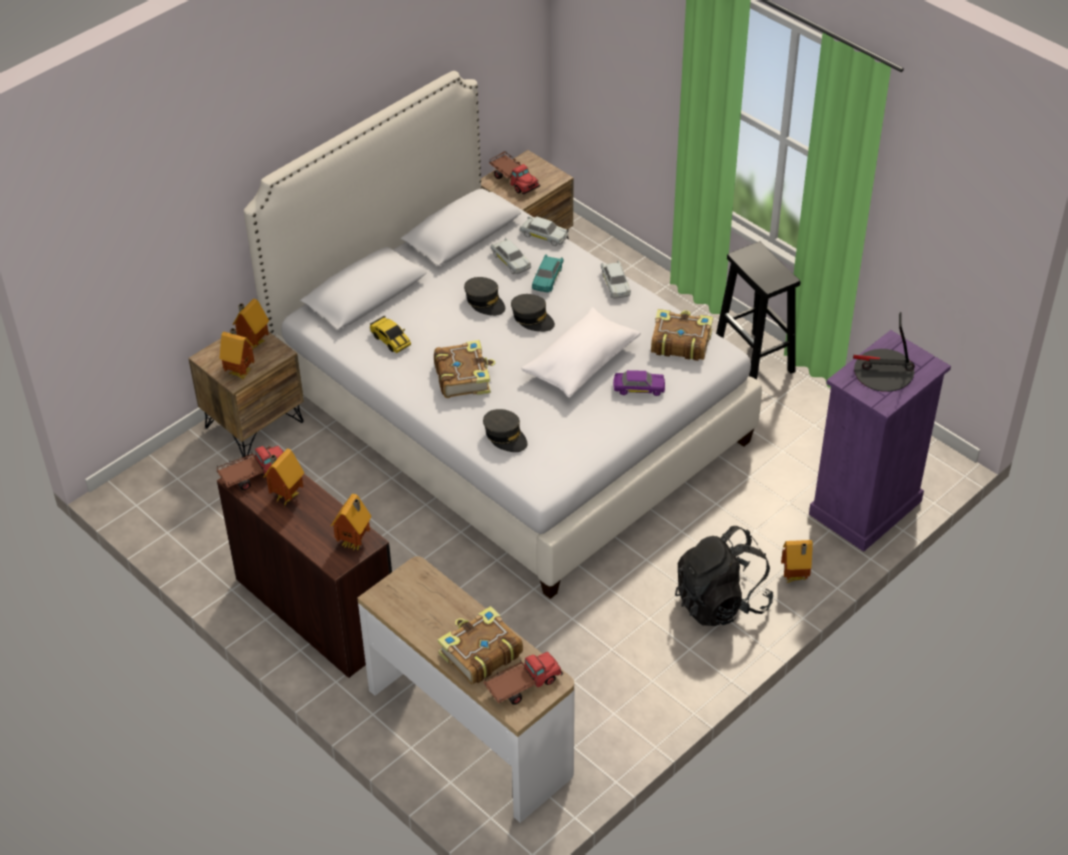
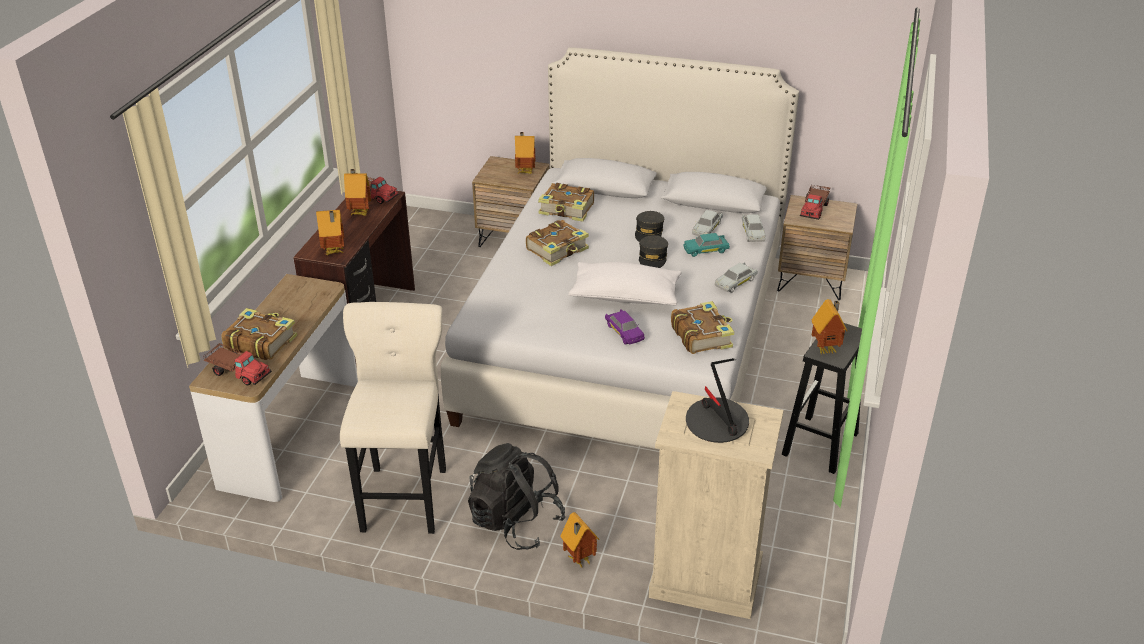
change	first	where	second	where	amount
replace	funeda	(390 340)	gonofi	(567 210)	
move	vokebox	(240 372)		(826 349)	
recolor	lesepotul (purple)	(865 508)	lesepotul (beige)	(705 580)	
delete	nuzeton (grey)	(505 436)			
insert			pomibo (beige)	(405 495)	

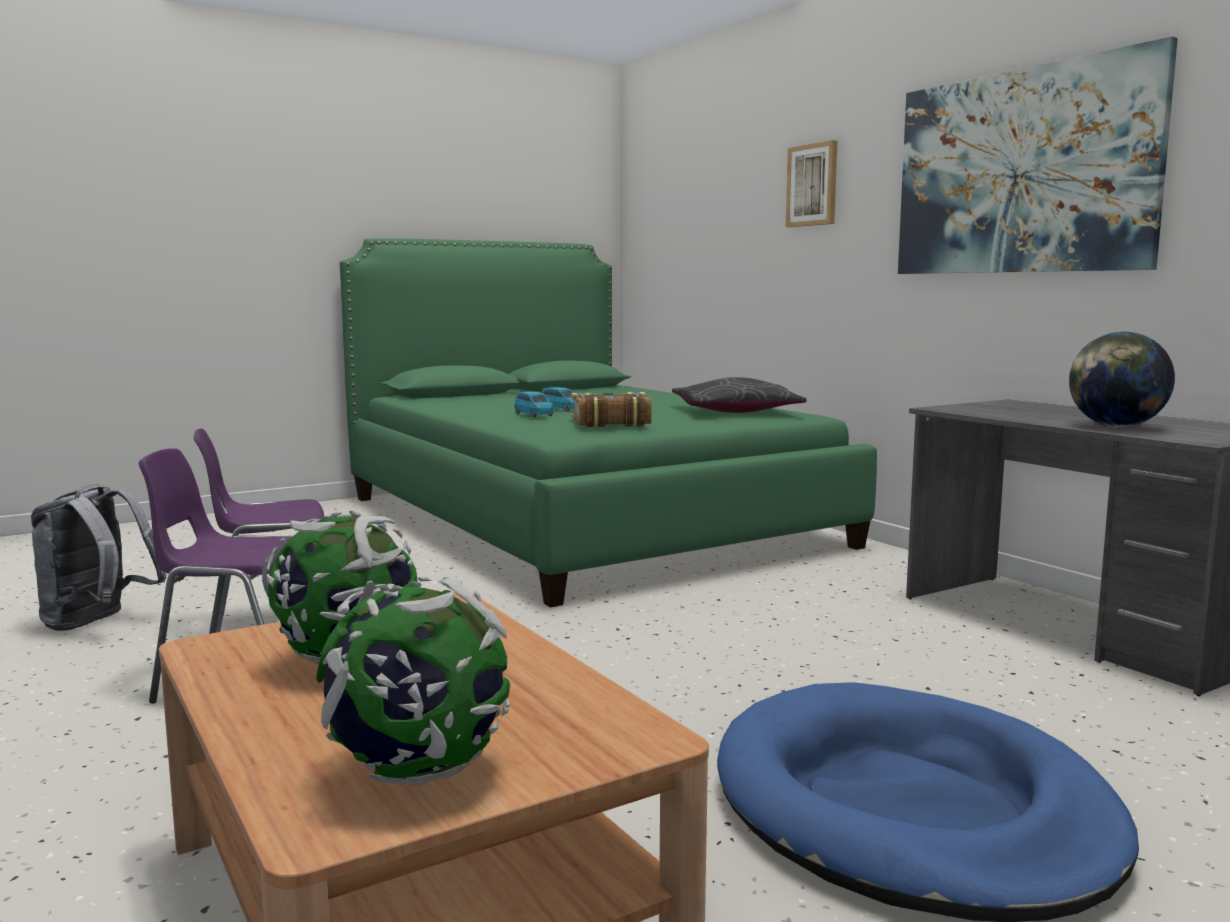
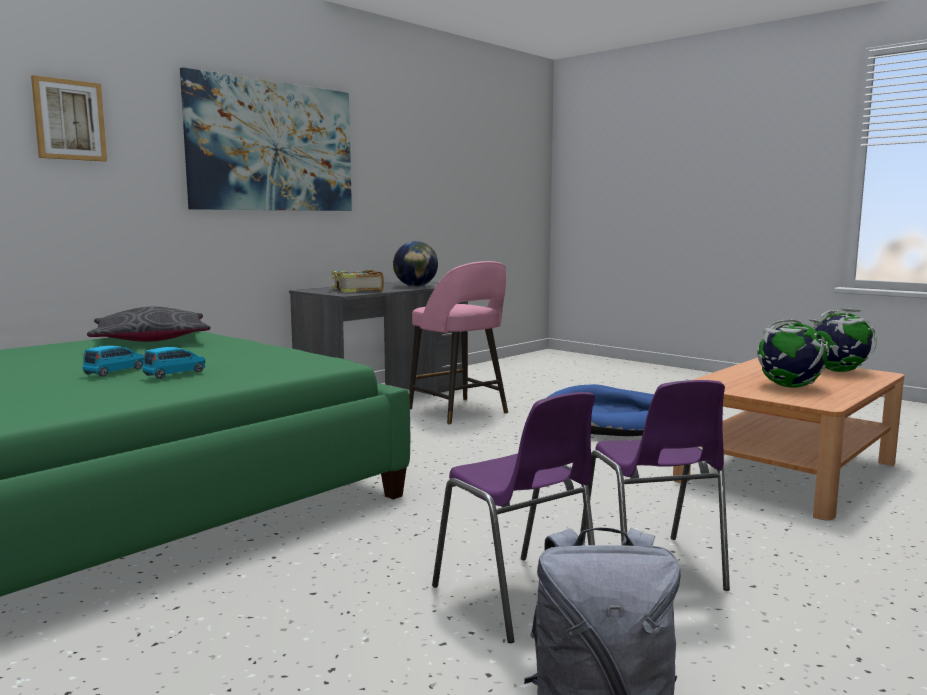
change	first	where	second	where	amount
move	gonofi	(610 422)		(356 290)	
insert			pomibo (pink)	(459 411)	

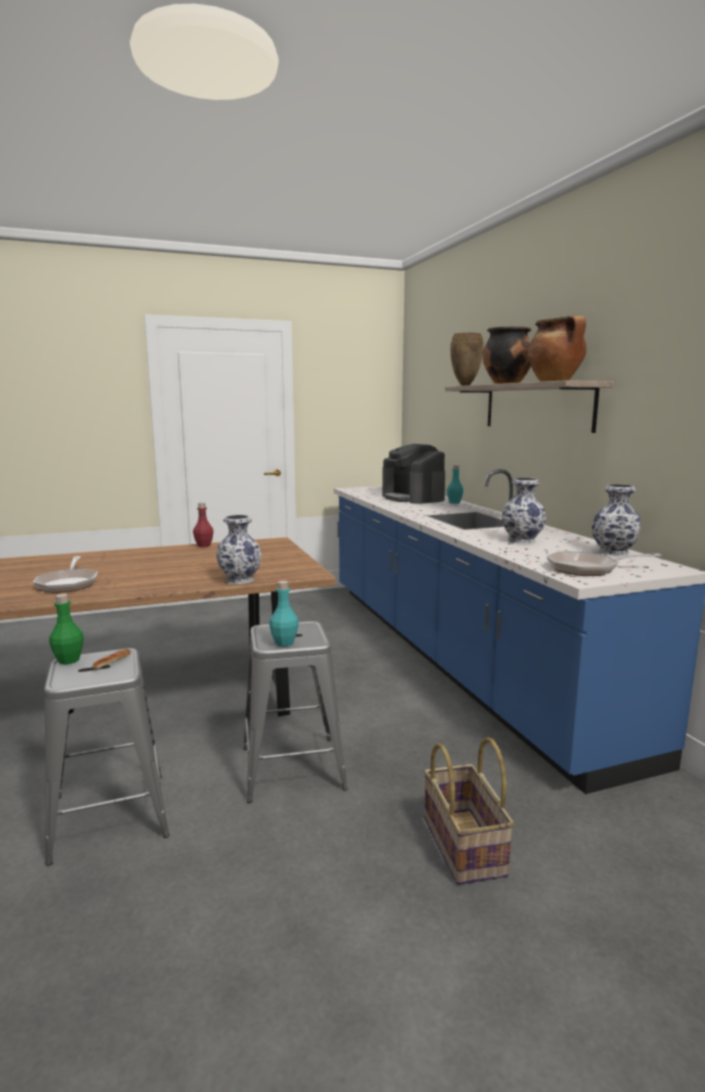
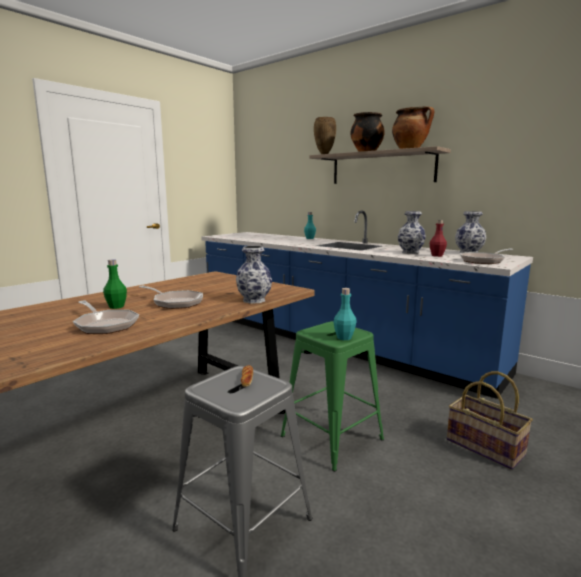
change	first	where	second	where	amount
delete	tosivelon	(413 498)			
move	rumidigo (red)	(204 546)		(437 255)	
move	rumidigo (green)	(69 660)		(116 307)	
recolor	pomibo (grey)	(292 768)	pomibo (green)	(331 437)	
insert			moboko	(175 302)	

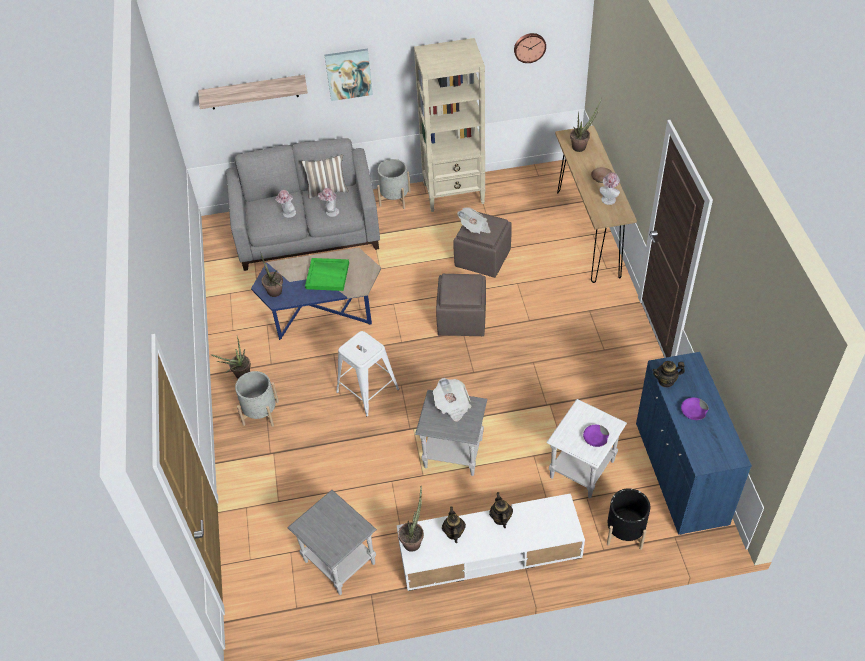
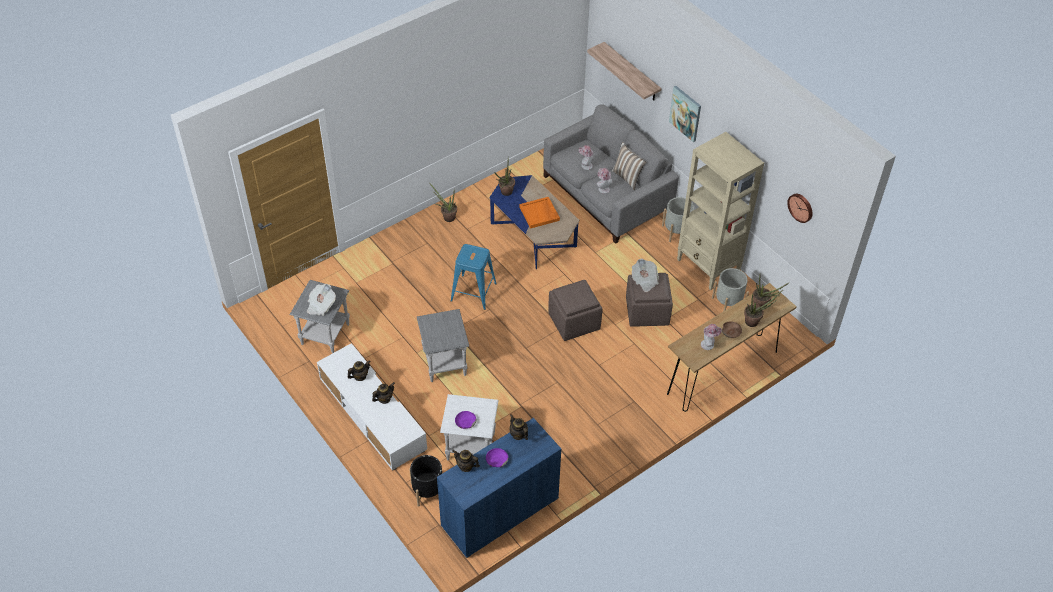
change	first	where	second	where	amount
recolor	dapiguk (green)	(328 275)	dapiguk (orange)	(539 214)	
recolor	pomibo (white)	(367 390)	pomibo (blue)	(473 292)	
move	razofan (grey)	(261 413)		(728 303)	
move	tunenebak	(452 405)		(321 305)	
move	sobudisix	(413 540)		(754 322)	
insert			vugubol	(466 466)	

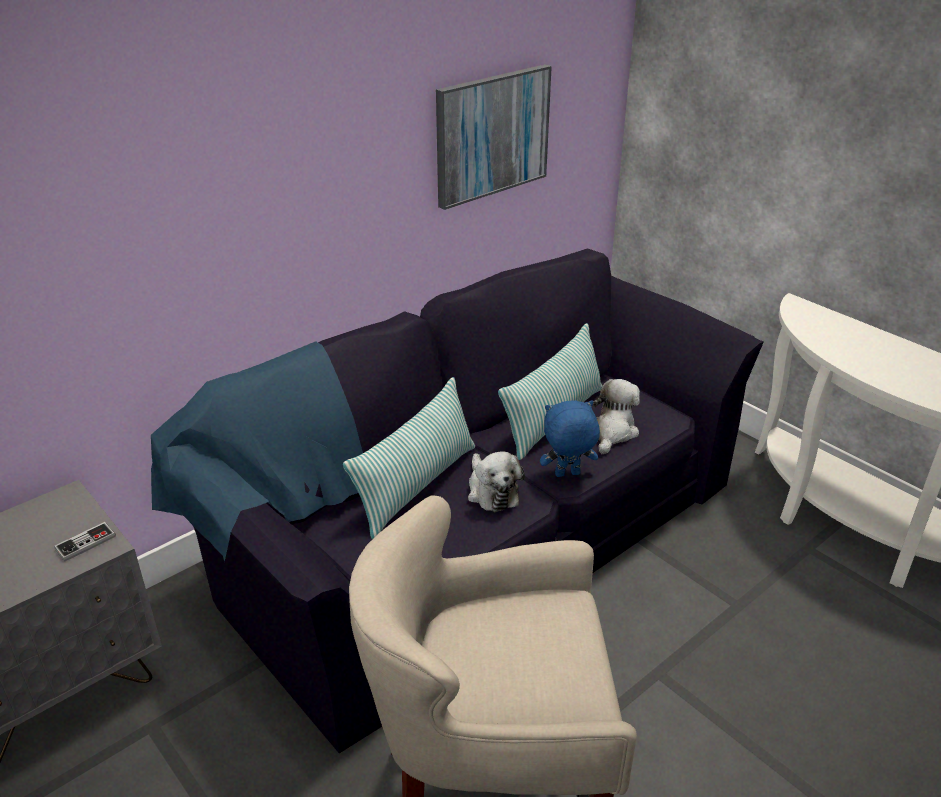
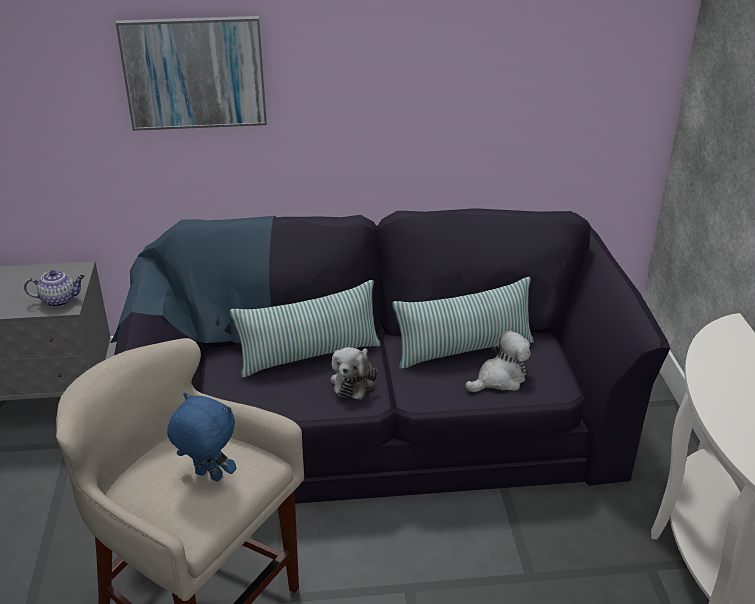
change	first	where	second	where	amount
move	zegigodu	(492 135)		(194 73)	
move	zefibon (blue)	(567 475)		(207 476)	
replace	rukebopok	(85 543)	vugubol	(59 300)	

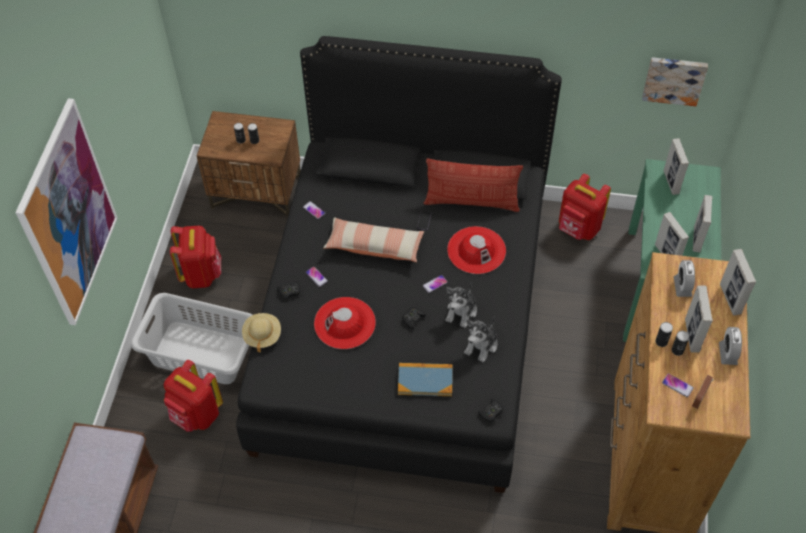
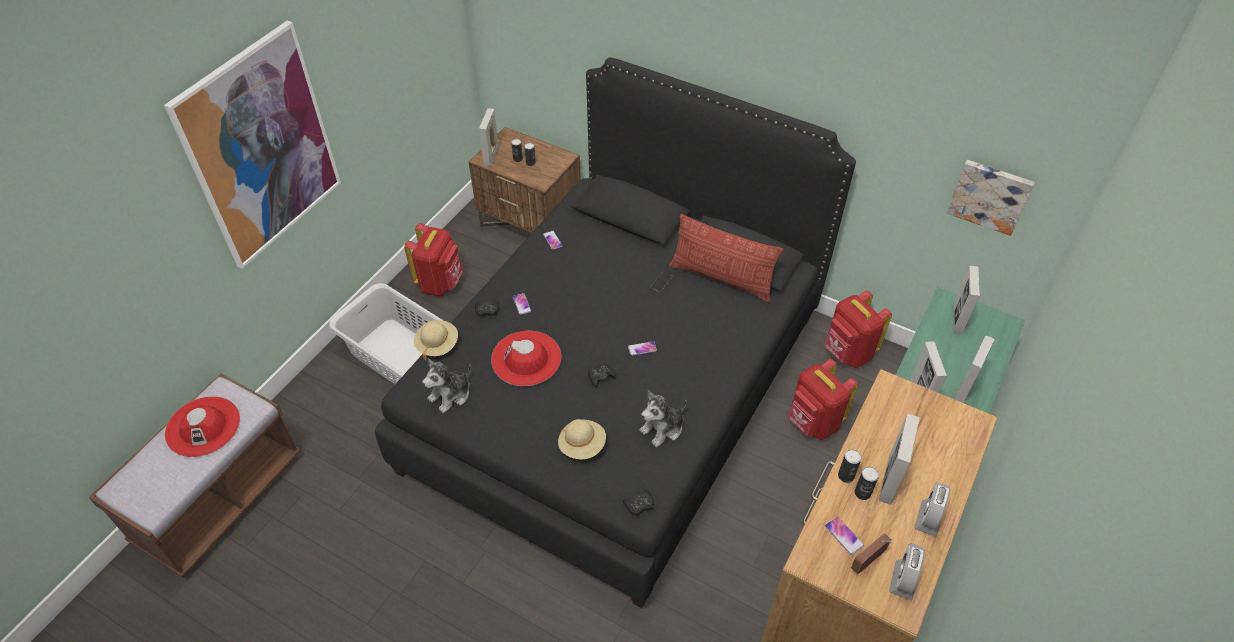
change	first	where	second	where	amount
delete	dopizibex	(374 246)			
move	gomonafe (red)	(476 250)		(203 426)	
move	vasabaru	(730 299)		(491 156)	
move	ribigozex	(682 287)		(903 580)	
move	zefibon	(461 311)		(451 395)	
move	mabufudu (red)	(196 415)		(813 423)	
replace	gonofi	(425 380)	gomonafe (beige)	(582 445)	

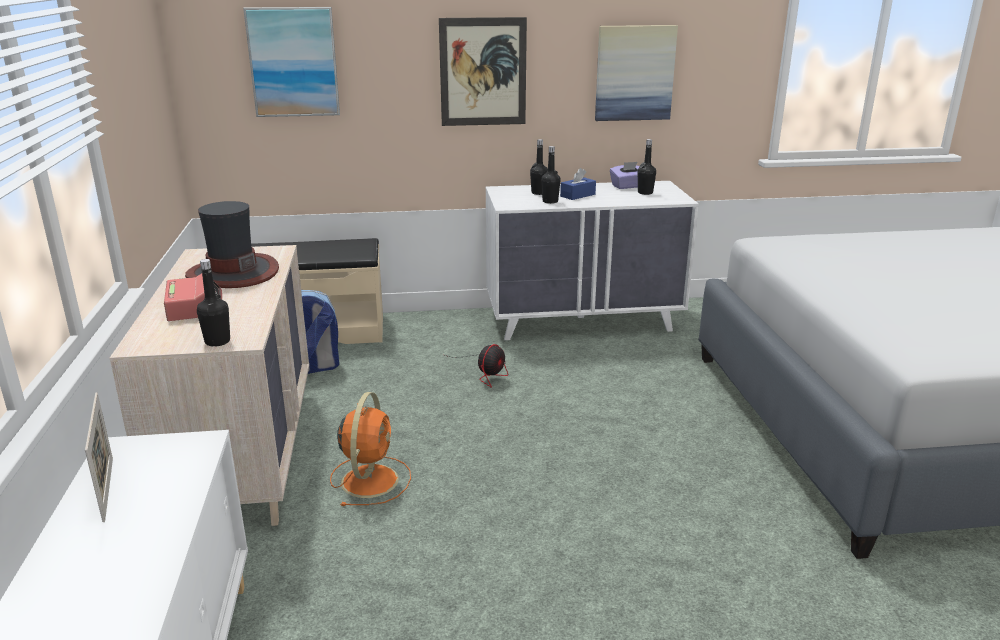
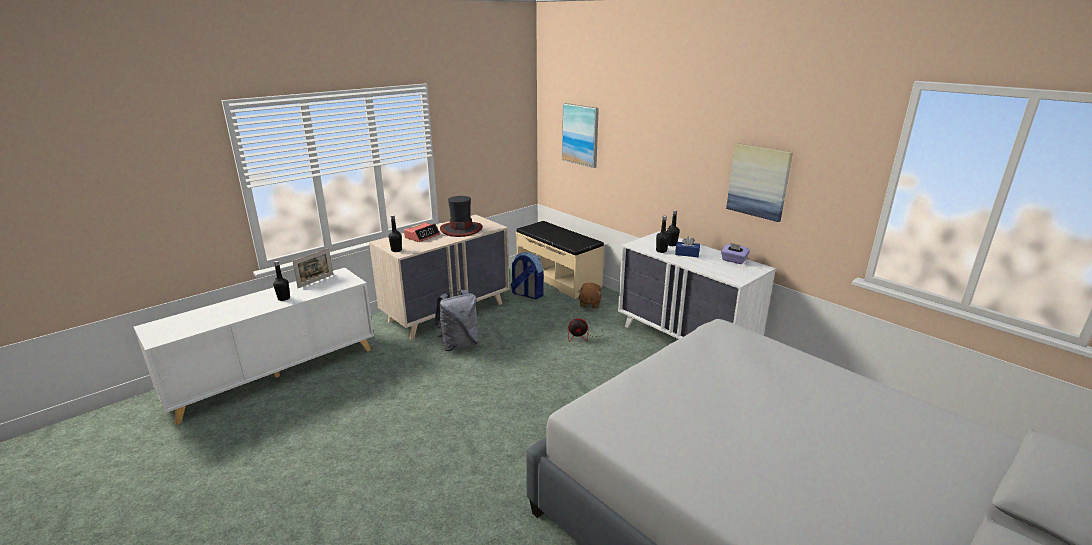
change	first	where	second	where	amount
delete	zegigodu	(483 72)			
move	rumidigo (black)	(645 193)		(284 298)	
replace	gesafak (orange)	(370 479)	mabufudu (grey)	(459 344)	
insert			zefibon (brown)	(589 303)	

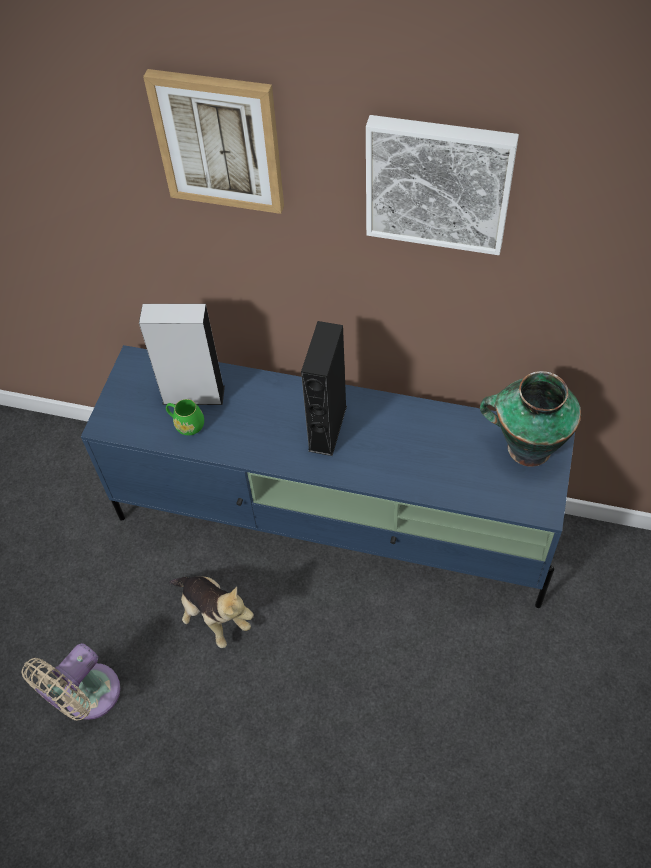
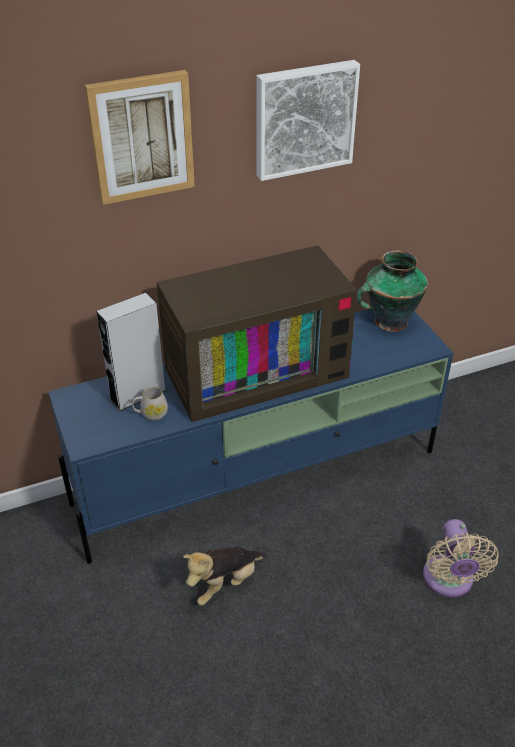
change	first	where	second	where	amount
replace	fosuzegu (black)	(327 428)	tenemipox	(256 369)	
recolor	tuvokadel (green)	(186 424)	tuvokadel (white)	(151 414)	
rotate	zefibon	(213 616)		(224 583)	135 degrees clockwise
move	gesafak (beige)	(87 697)		(449 581)	

